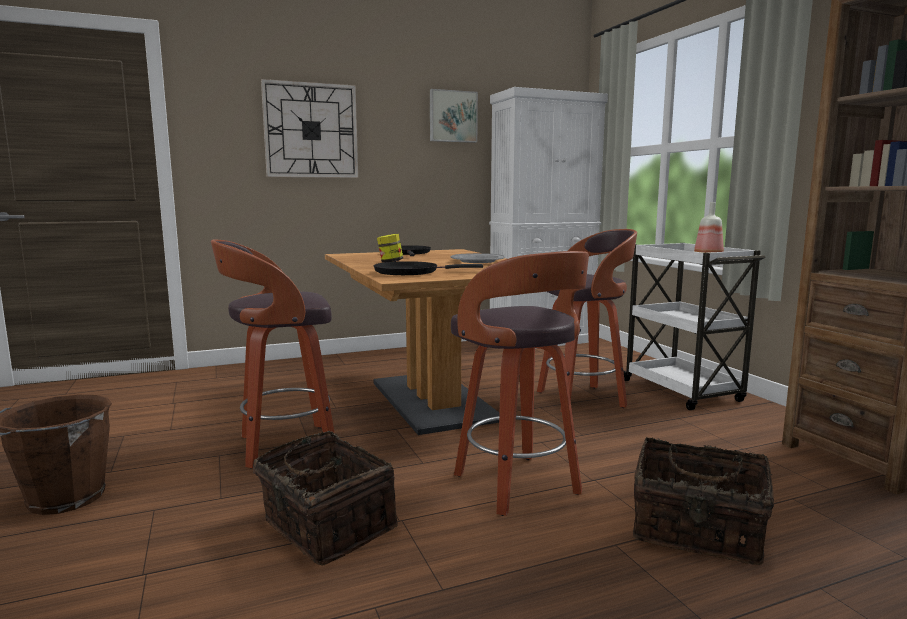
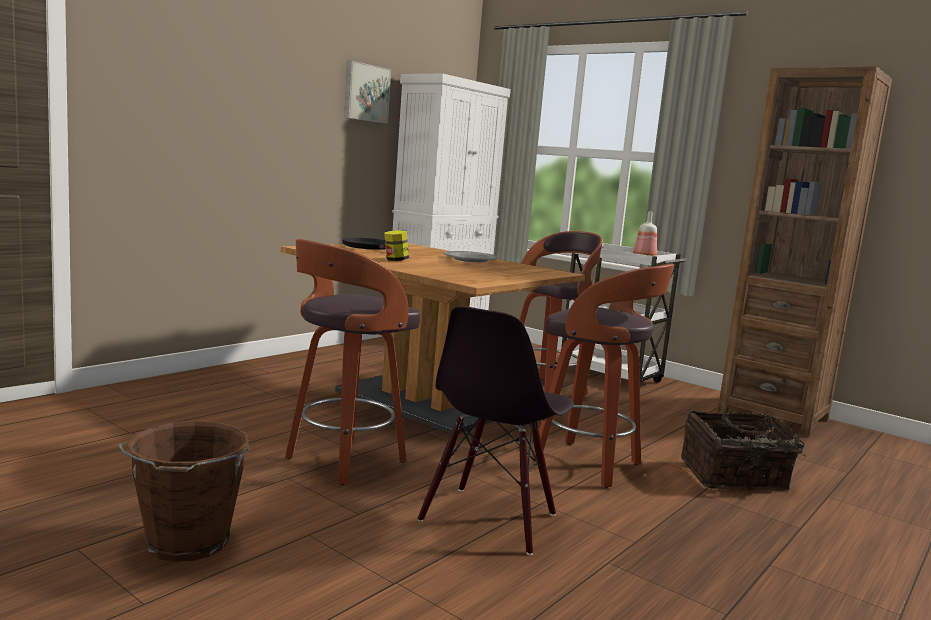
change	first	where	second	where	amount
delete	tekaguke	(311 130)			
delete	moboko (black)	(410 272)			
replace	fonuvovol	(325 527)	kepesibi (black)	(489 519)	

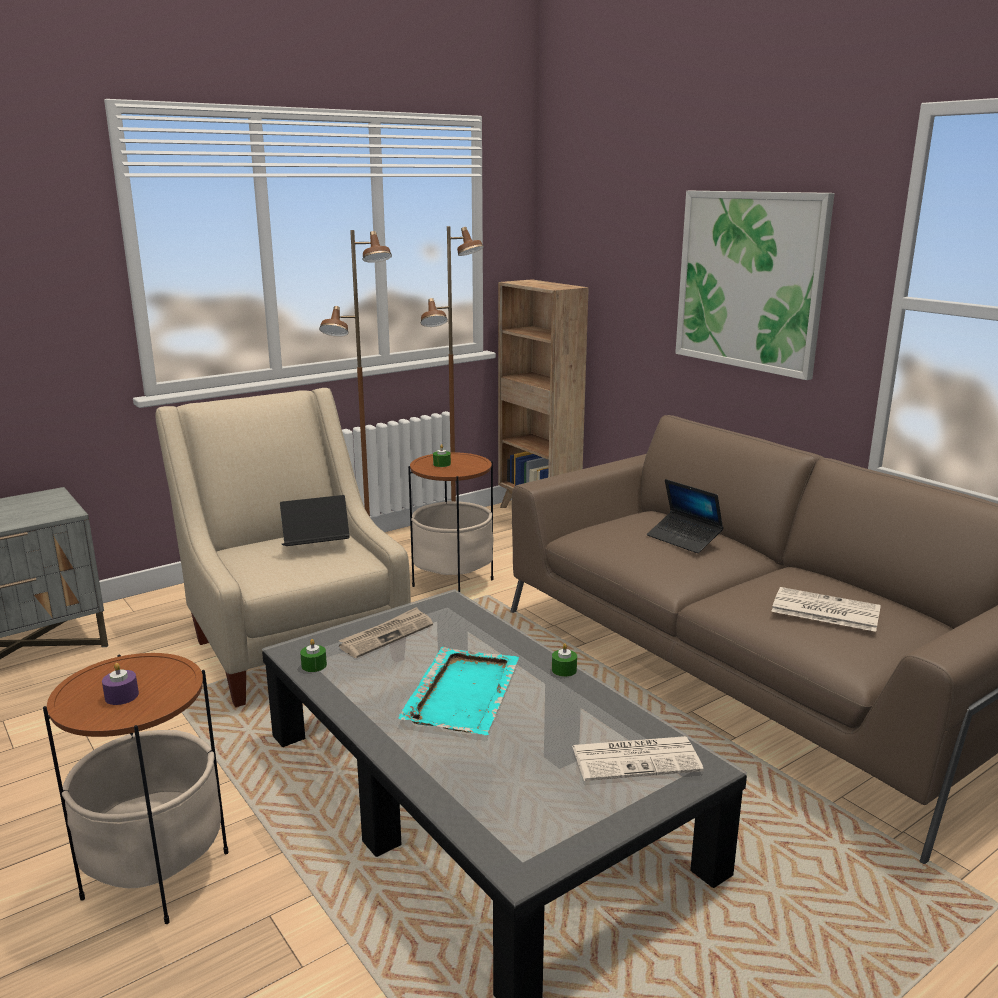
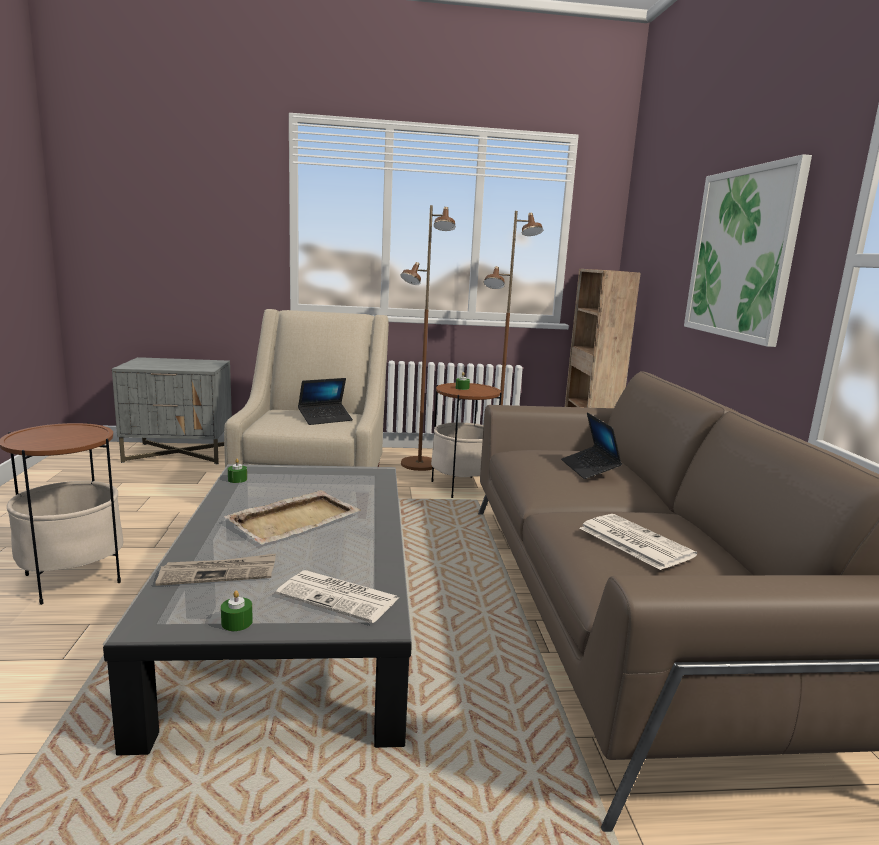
change	first	where	second	where	amount
rotate	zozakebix	(315 548)		(325 419)	135 degrees clockwise
move	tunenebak	(386 635)		(218 573)	
move	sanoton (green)	(564 670)		(237 622)	
recolor	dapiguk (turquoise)	(463 693)	dapiguk (beige)	(295 519)	
delete	sanoton (purple)	(121 696)			

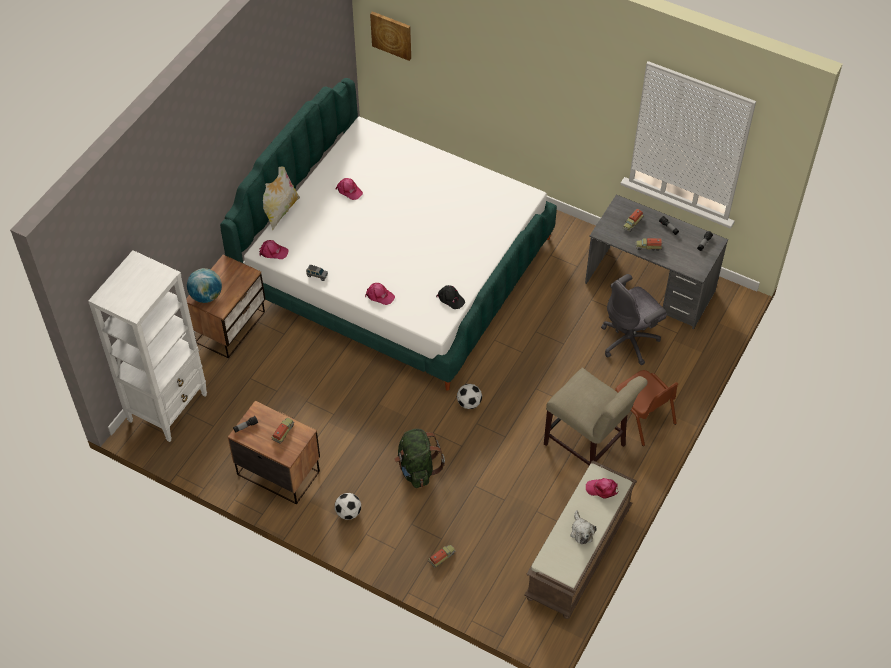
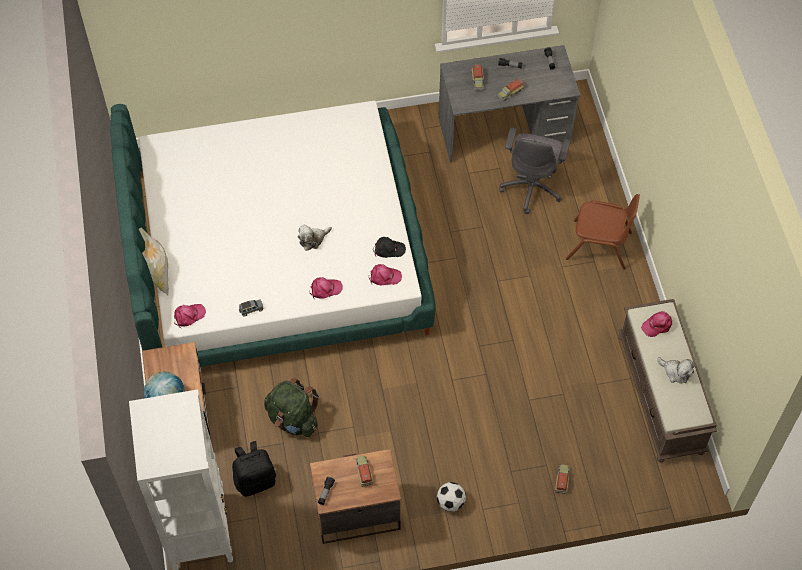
change	first	where	second	where	amount
delete	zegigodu	(391 35)			
move	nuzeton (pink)	(349 190)		(384 277)	
delete	kepesibi (beige)	(588 447)			
delete	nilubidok	(469 403)			
move	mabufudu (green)	(417 469)		(293 419)	
insert			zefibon	(313 239)	
insert			mabufudu (black)	(255 480)	

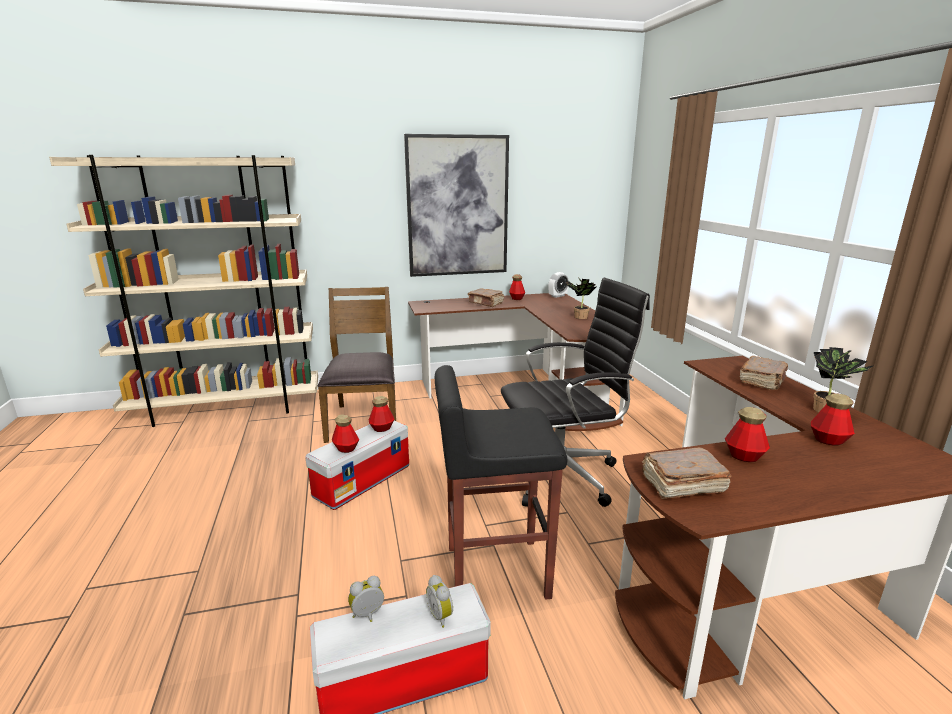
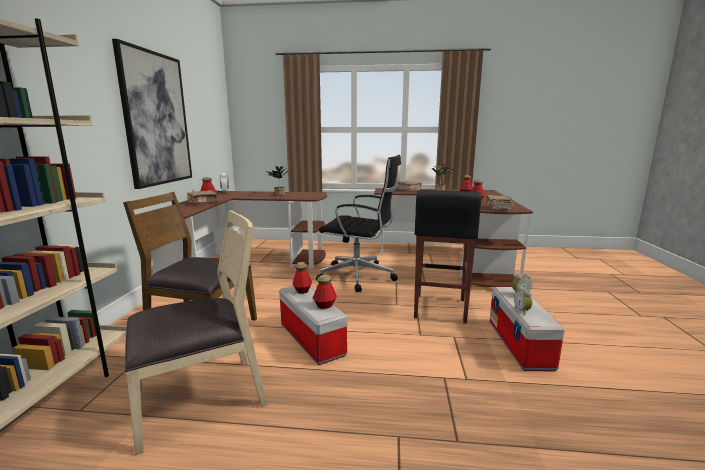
change	first	where	second	where	amount
rotate	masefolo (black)	(562 475)		(359 276)	105 degrees clockwise
insert			kepesibi (beige)	(201 398)	

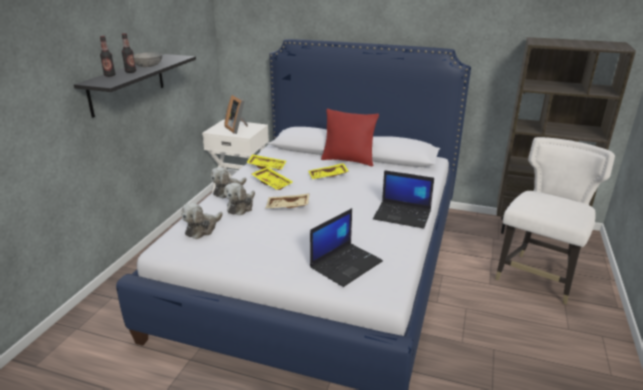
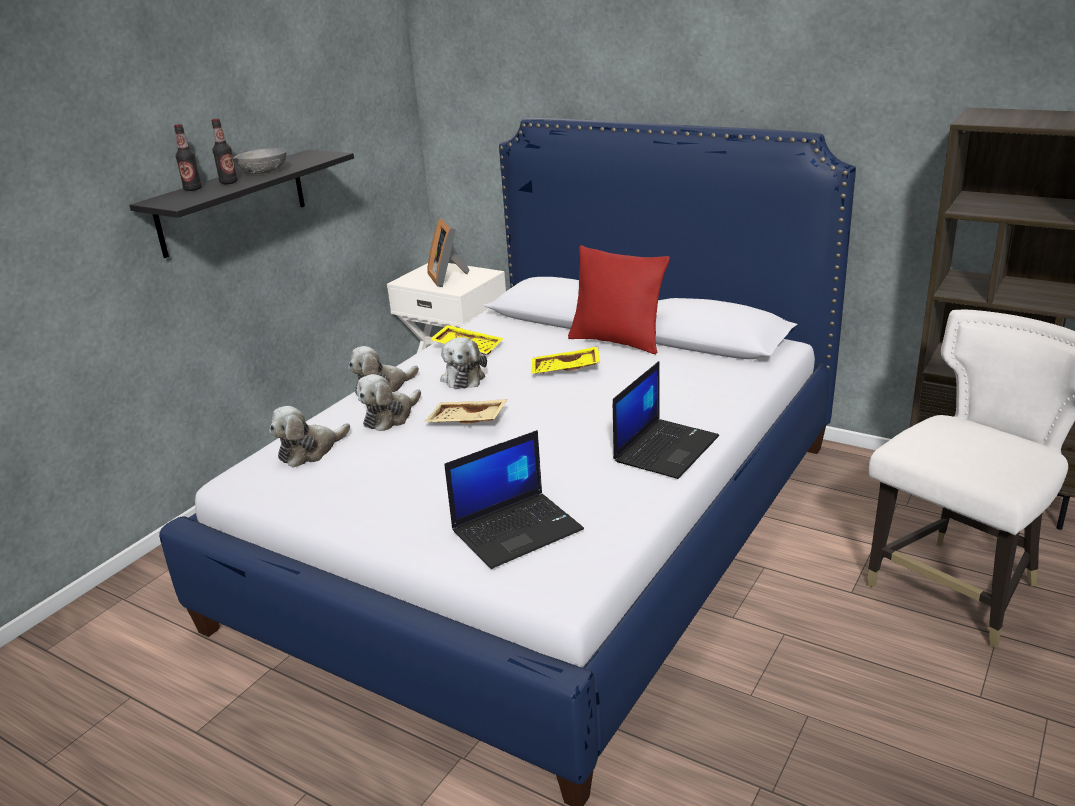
change	first	where	second	where	amount
replace	dapiguk (yellow)	(272 183)	zefibon	(463 377)	
rotate	zozakebix	(403 215)		(665 448)	90 degrees counterclockwise

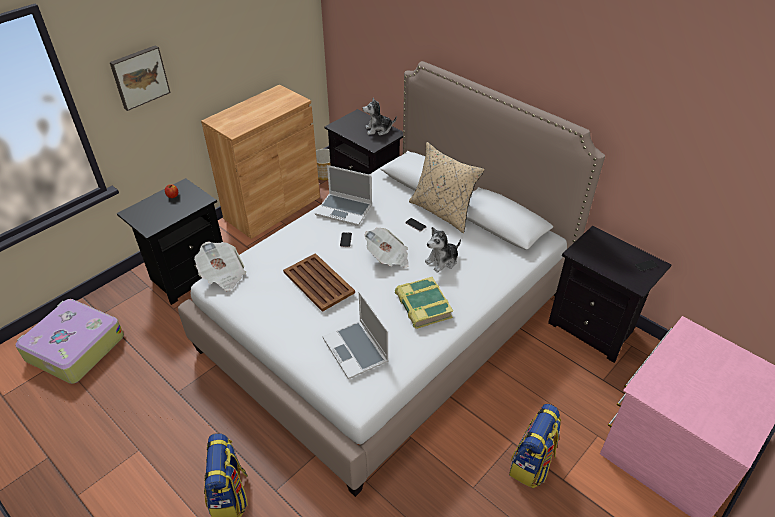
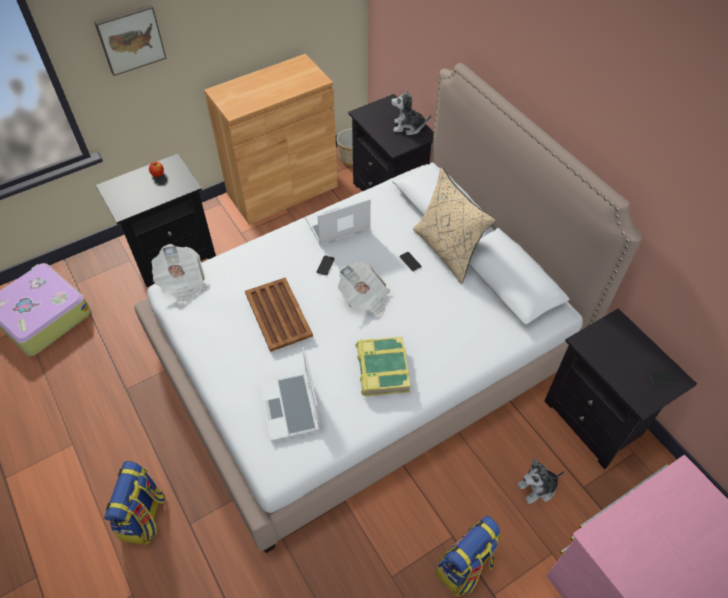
change	first	where	second	where	amount
rotate	zozakebix	(345 210)		(337 226)	120 degrees clockwise
move	zefibon	(442 261)		(538 487)	

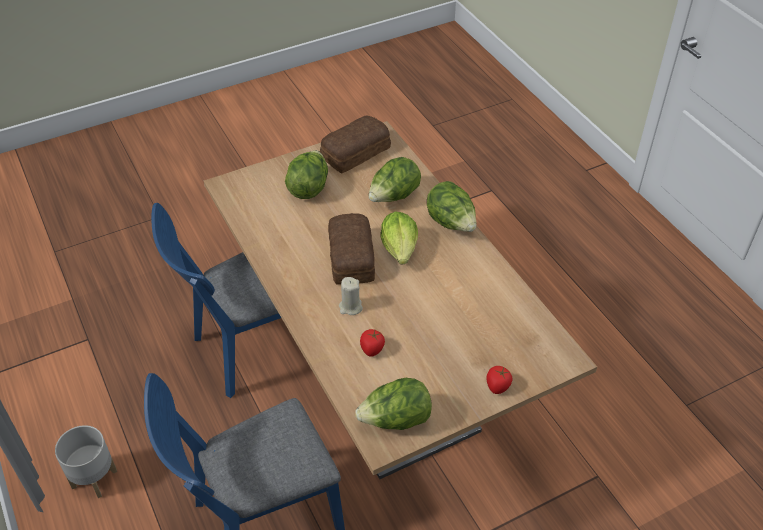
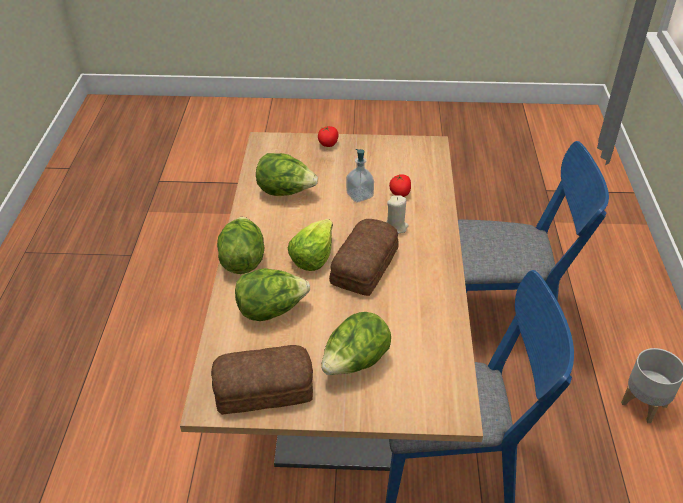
change	first	where	second	where	amount
move	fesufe	(396 420)		(285 192)	
insert			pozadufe	(359 195)	

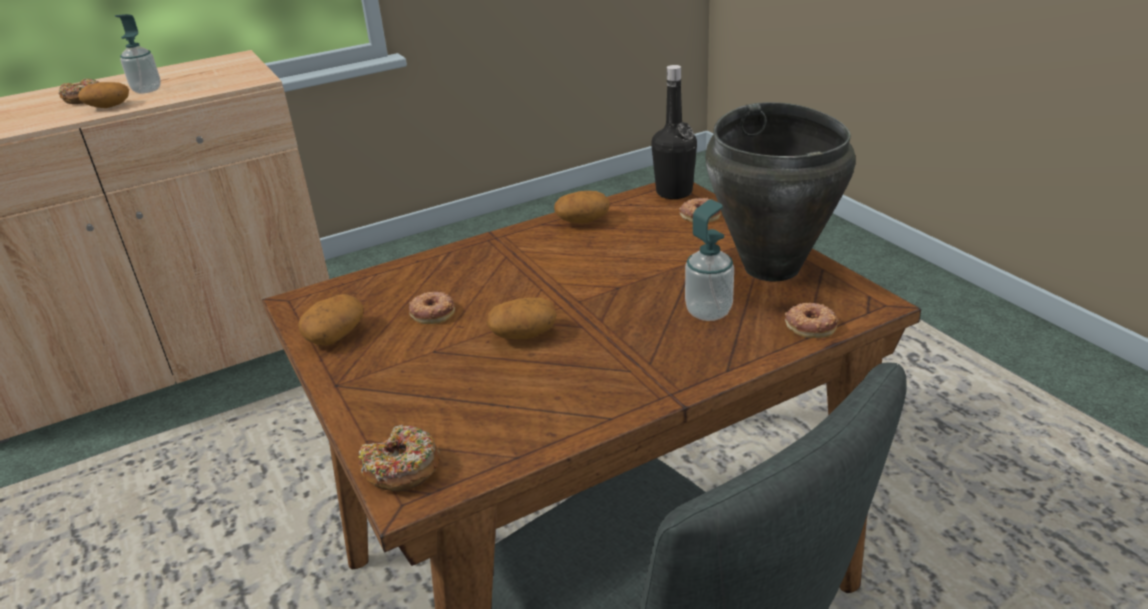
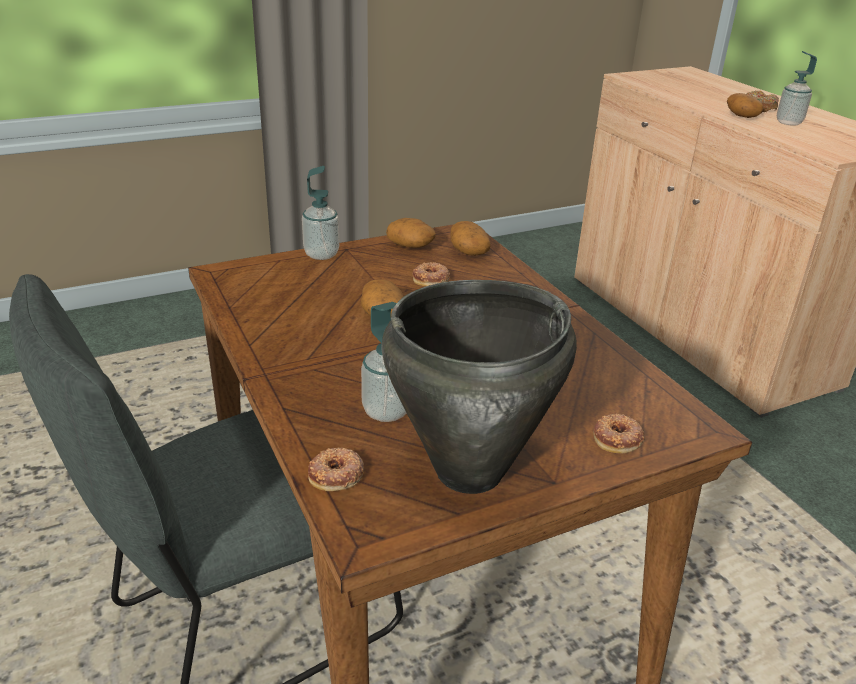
change	first	where	second	where	amount
delete	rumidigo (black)	(674 192)			
move	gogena	(582 221)		(468 251)	
delete	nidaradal	(402 469)			
insert			pozadufe	(321 254)	

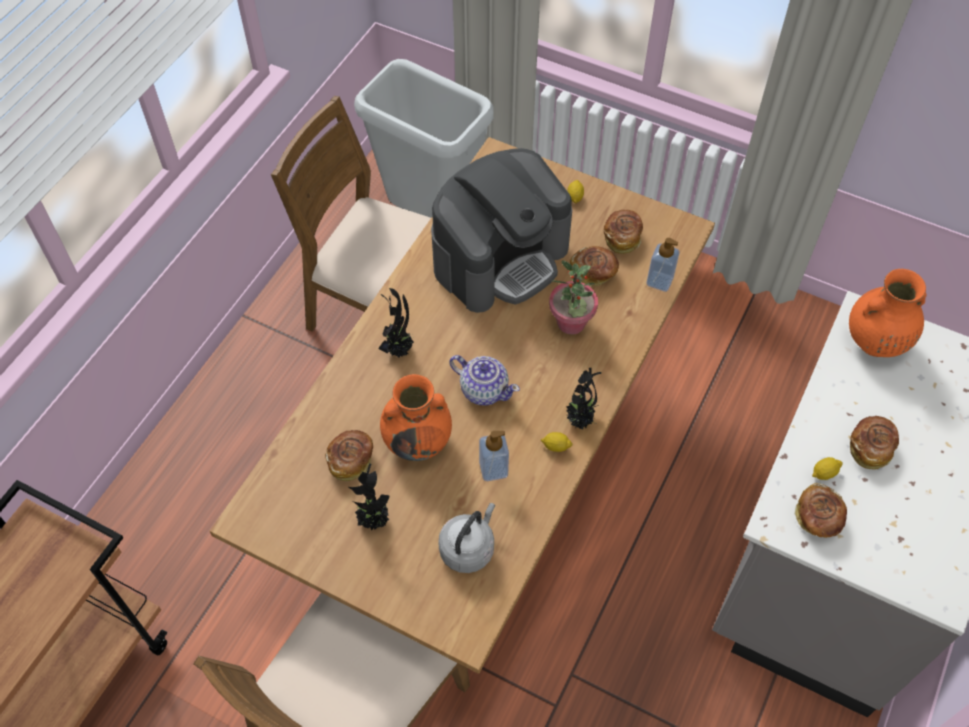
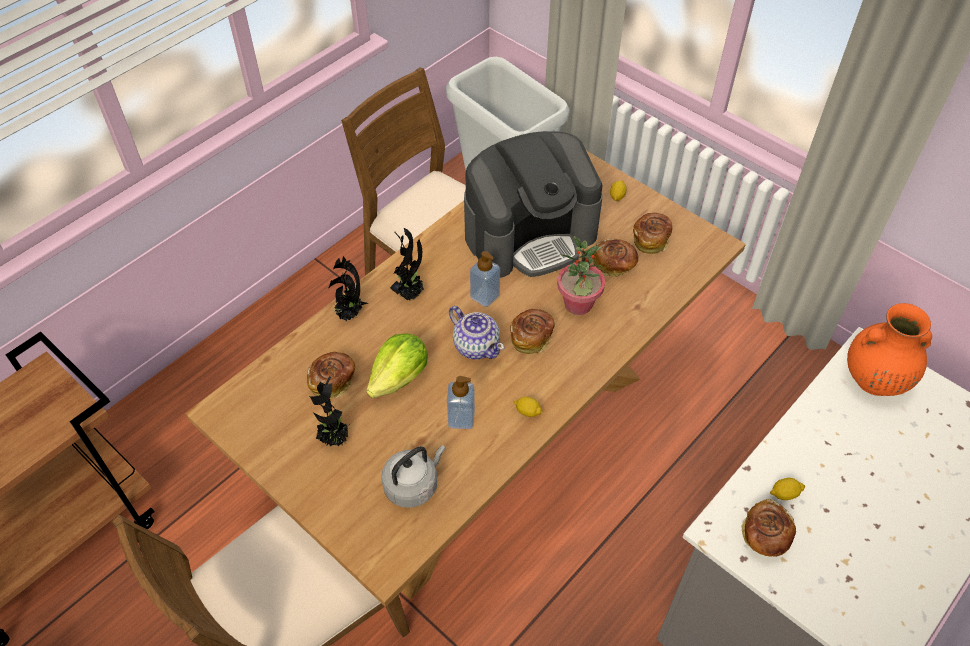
change	first	where	second	where	amount
move	pozadufe	(659 281)		(485 296)	
move	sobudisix	(580 420)		(349 314)	
replace	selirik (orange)	(418 441)	fesufe	(400 378)	
move	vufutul	(870 448)		(531 337)	

